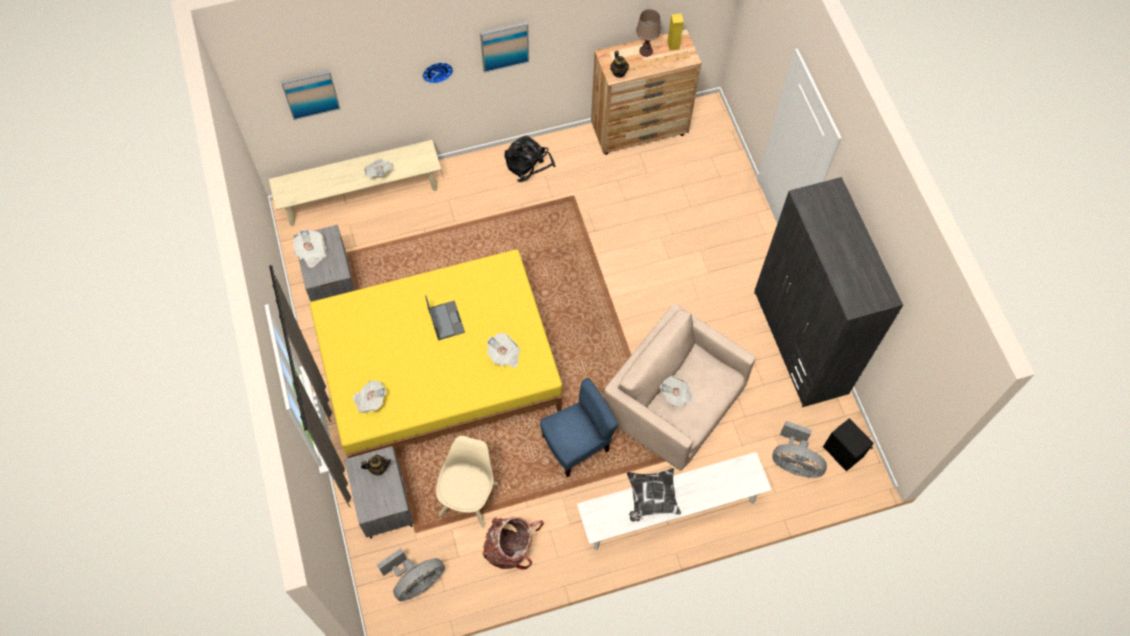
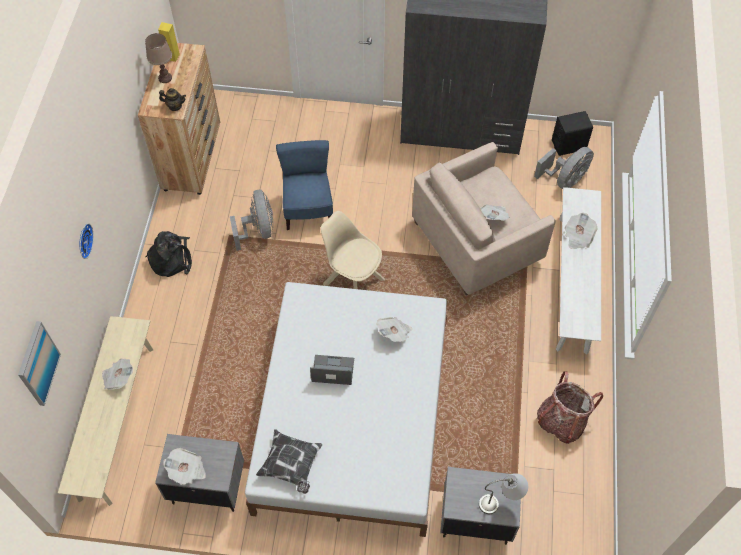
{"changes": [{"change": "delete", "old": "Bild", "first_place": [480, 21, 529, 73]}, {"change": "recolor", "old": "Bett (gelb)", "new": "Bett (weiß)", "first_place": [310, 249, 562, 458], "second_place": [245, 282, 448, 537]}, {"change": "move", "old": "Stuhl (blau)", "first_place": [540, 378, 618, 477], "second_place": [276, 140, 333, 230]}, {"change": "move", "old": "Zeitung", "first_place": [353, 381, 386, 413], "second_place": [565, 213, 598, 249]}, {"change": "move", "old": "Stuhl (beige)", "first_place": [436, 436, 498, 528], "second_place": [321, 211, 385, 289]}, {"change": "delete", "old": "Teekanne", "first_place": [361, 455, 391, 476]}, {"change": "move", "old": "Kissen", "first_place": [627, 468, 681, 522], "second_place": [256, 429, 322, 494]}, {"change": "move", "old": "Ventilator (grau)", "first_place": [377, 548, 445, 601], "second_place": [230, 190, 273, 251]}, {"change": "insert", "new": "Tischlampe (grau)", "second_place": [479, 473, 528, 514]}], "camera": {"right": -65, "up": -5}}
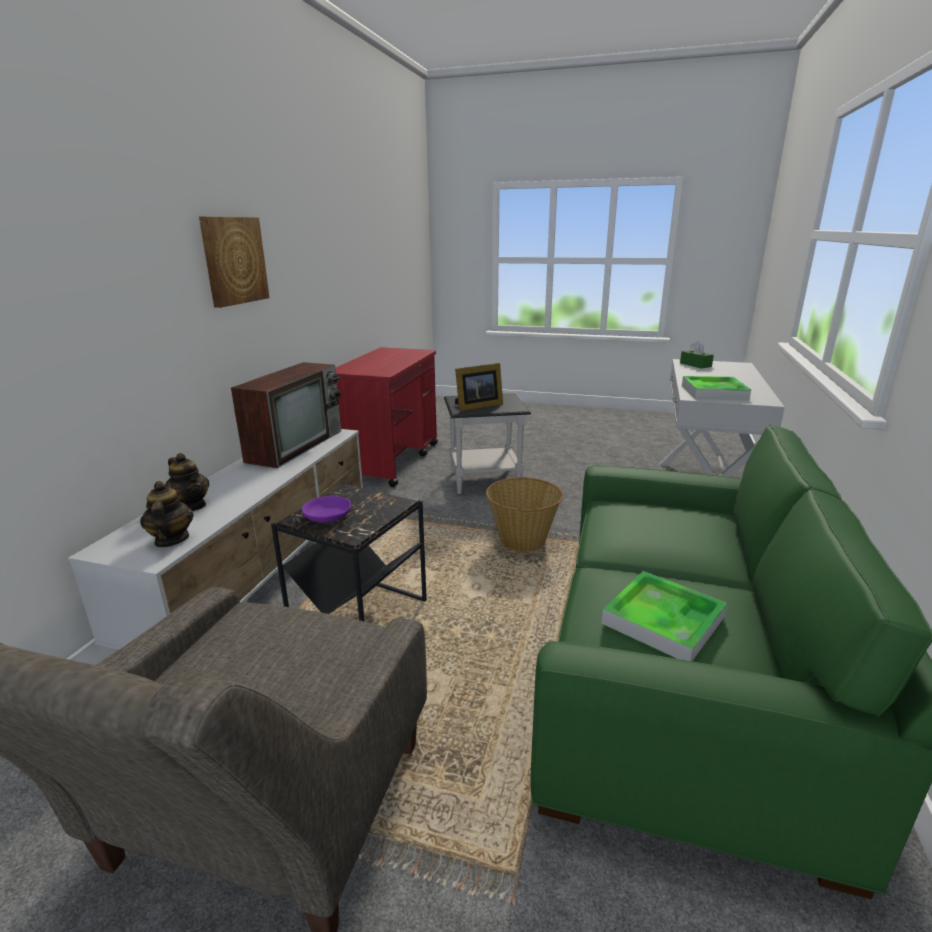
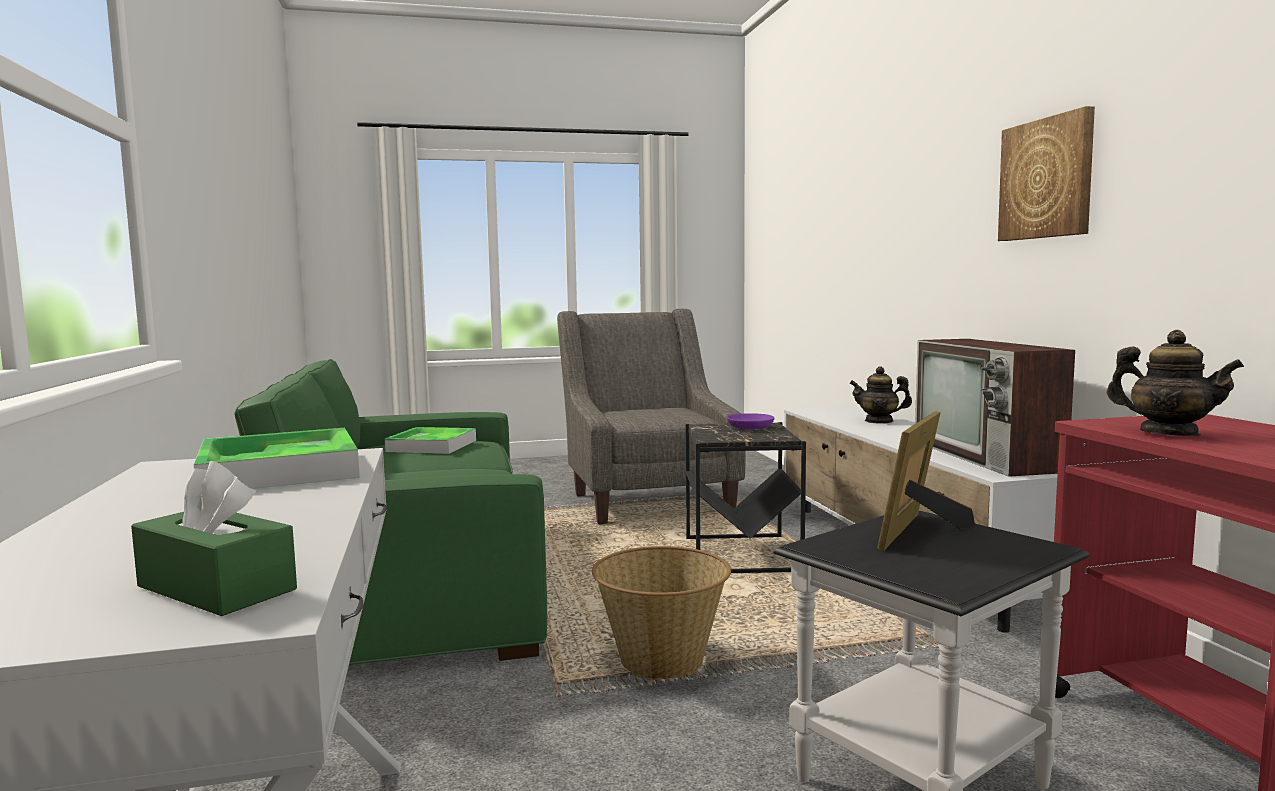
{"changes": [{"change": "move", "old": "Teekanne", "first_place": [140, 481, 194, 547], "second_place": [1107, 330, 1244, 436]}], "camera": {"right": 150, "up": -15}}
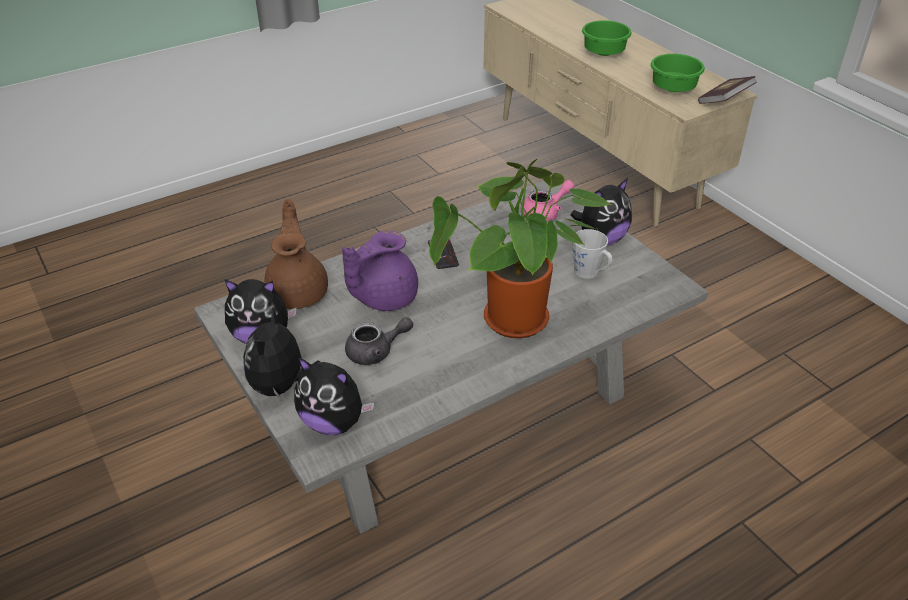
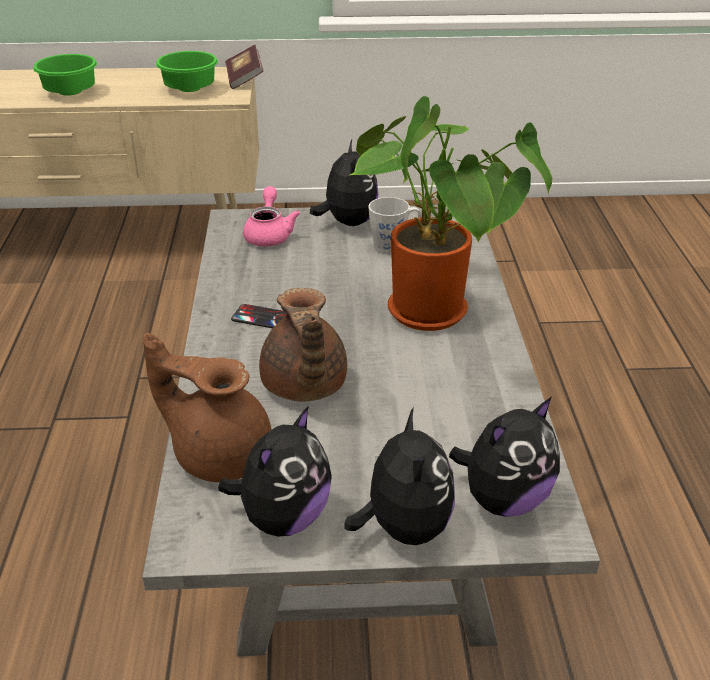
{"changes": [{"change": "recolor", "old": "Teekanne (lila)", "new": "Teekanne (braun)", "first_place": [342, 231, 418, 311], "second_place": [259, 288, 347, 402]}, {"change": "rotate", "old": "Plüschtier", "first_place": [243, 308, 320, 401], "second_place": [344, 407, 455, 545], "degrees": -135}, {"change": "delete", "old": "Teekanne (grau)", "first_place": [345, 317, 413, 365]}], "camera": {"right": -60, "up": -5}}
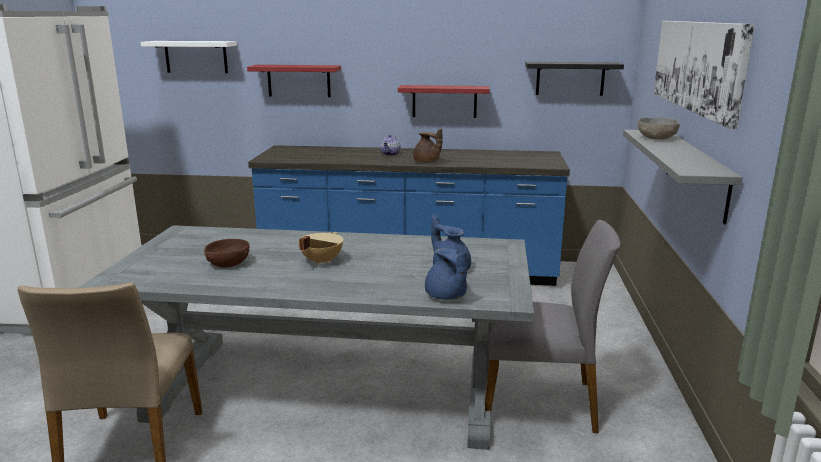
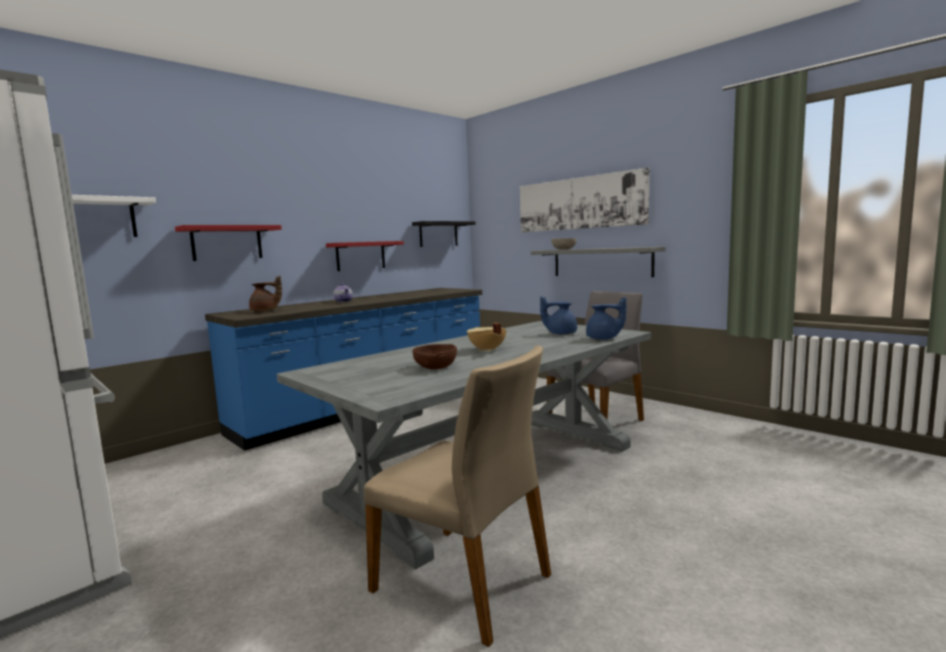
{"changes": [{"change": "move", "old": "Teekanne (braun)", "first_place": [413, 129, 443, 163], "second_place": [249, 276, 282, 312]}], "camera": {"right": -50, "up": -10}}
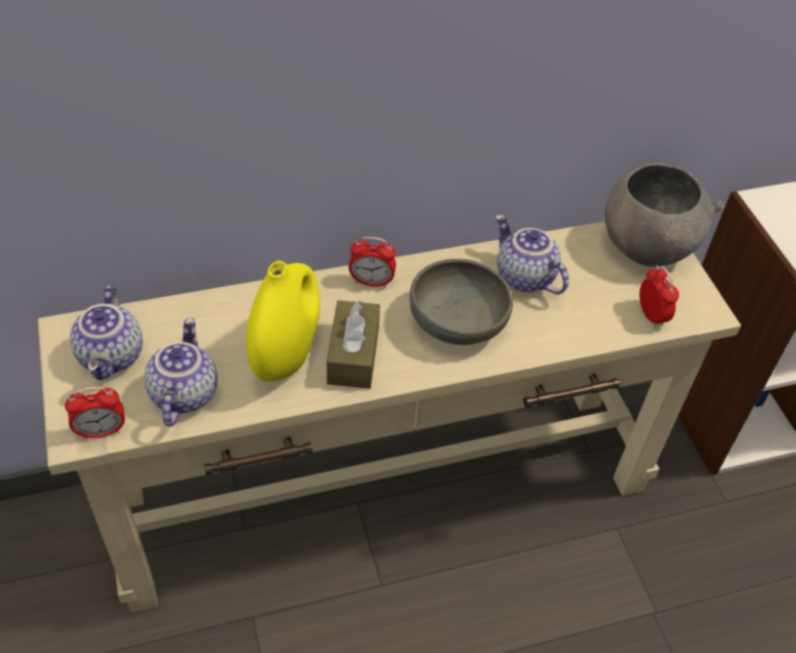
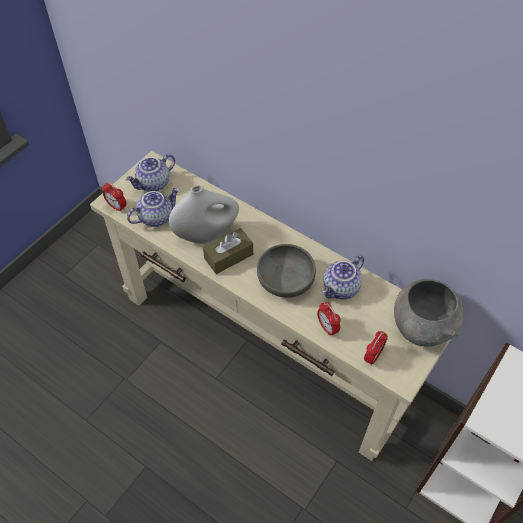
{"changes": [{"change": "rotate", "old": "Teekanne", "first_place": [496, 215, 569, 294], "second_place": [322, 255, 364, 299], "degrees": -150}, {"change": "move", "old": "Wecker", "first_place": [349, 237, 396, 288], "second_place": [317, 302, 341, 336]}, {"change": "recolor", "old": "Vase (gelb)", "new": "Vase (weiß)", "first_place": [246, 261, 320, 382], "second_place": [169, 185, 239, 244]}], "camera": {"right": 55, "up": 5}}
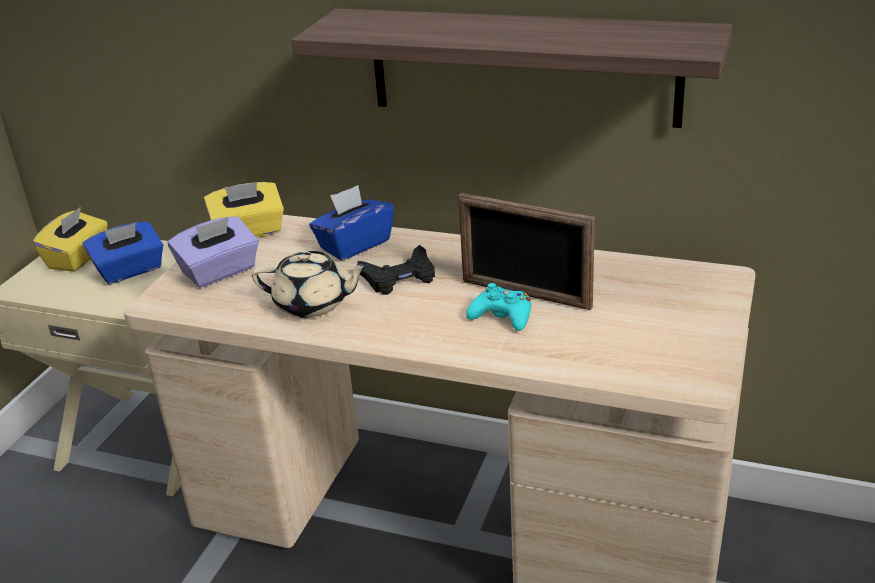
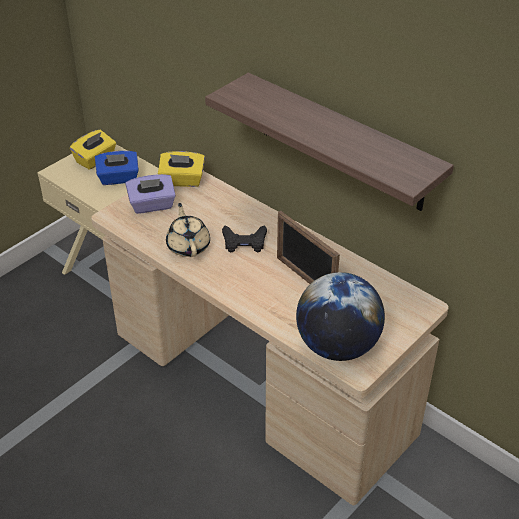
{"changes": [{"change": "delete", "old": "Taschentuchbox (blau)", "first_place": [310, 185, 394, 260]}, {"change": "rotate", "old": "Teekanne (beige)", "first_place": [252, 251, 370, 318], "second_place": [166, 203, 210, 257], "degrees": -135}, {"change": "delete", "old": "Gamepad (türkis)", "first_place": [466, 283, 531, 331]}, {"change": "insert", "new": "Globus", "second_place": [296, 272, 385, 361]}], "camera": {"right": 20, "up": 10}}
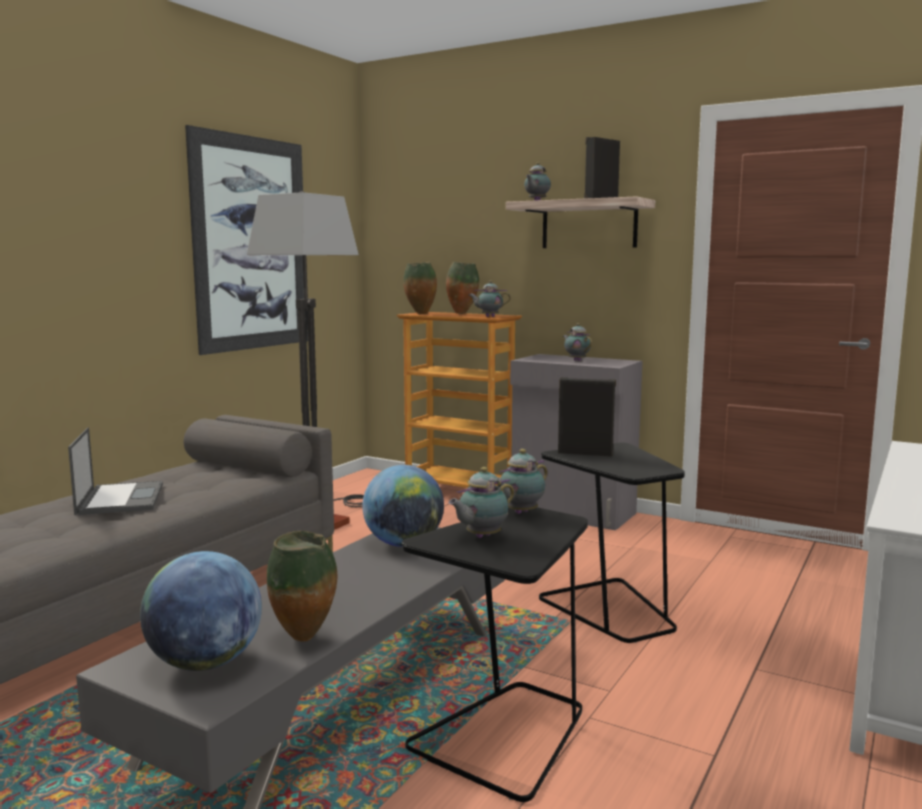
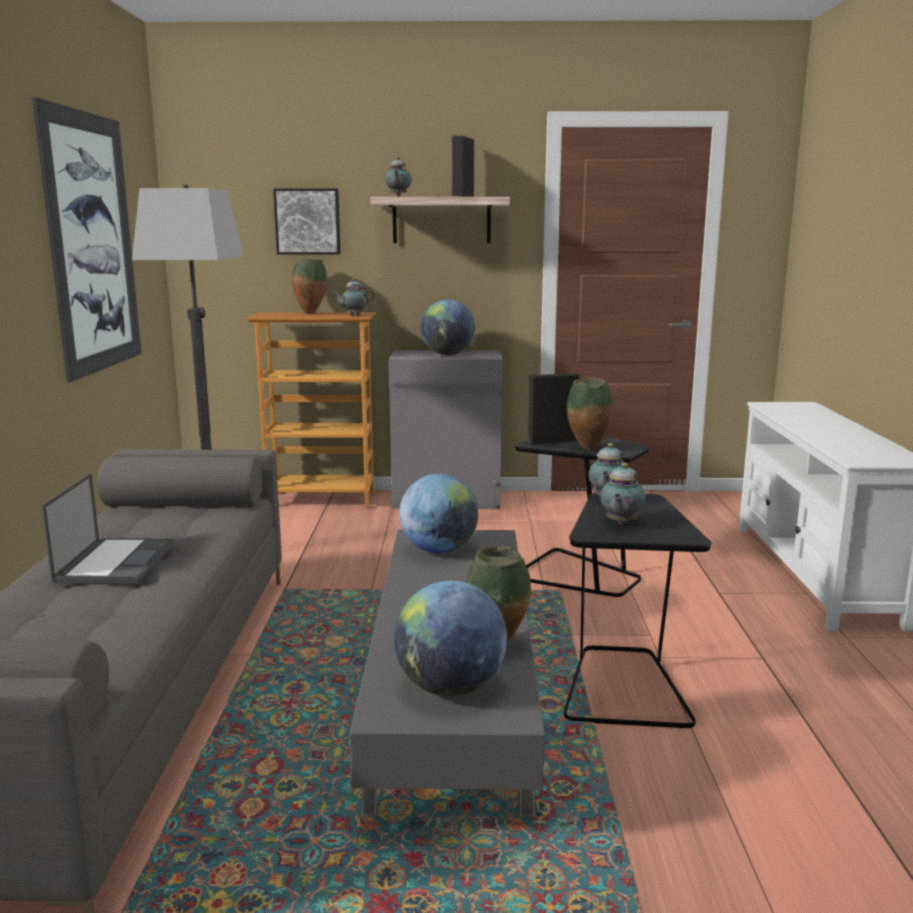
{"changes": [{"change": "move", "old": "Vase", "first_place": [403, 262, 437, 314], "second_place": [567, 378, 614, 451]}, {"change": "replace", "old": "Teekanne", "new": "Globus", "first_place": [563, 323, 592, 361], "second_place": [420, 299, 475, 355]}, {"change": "rotate", "old": "Laptop", "first_place": [68, 427, 163, 515], "second_place": [41, 473, 174, 584], "degrees": 45}, {"change": "insert", "new": "Bild", "second_place": [273, 188, 341, 254]}], "camera": {"right": -30, "up": 5}}
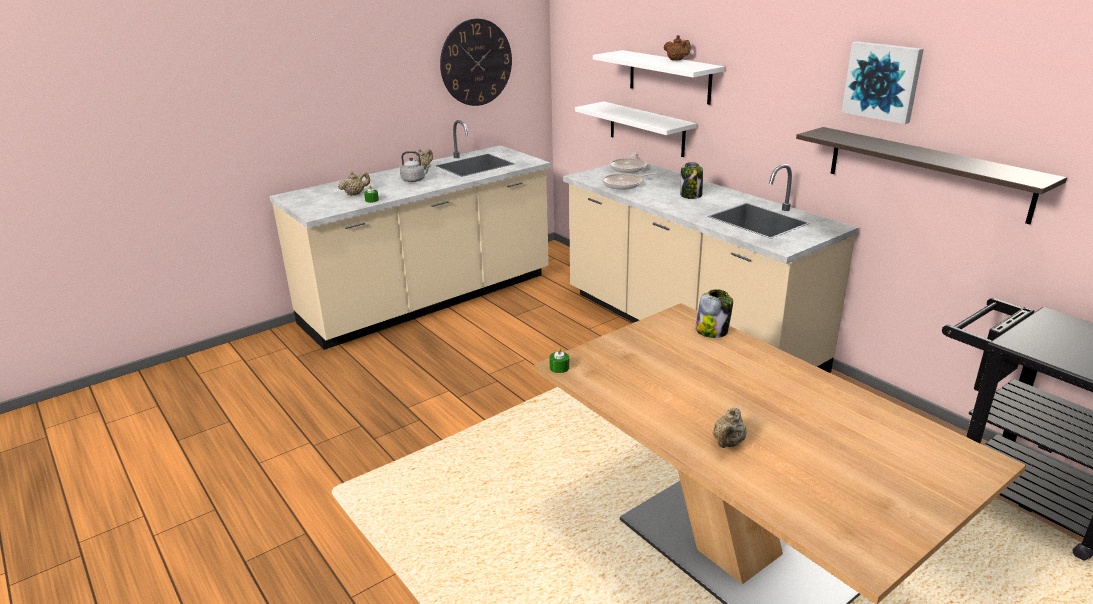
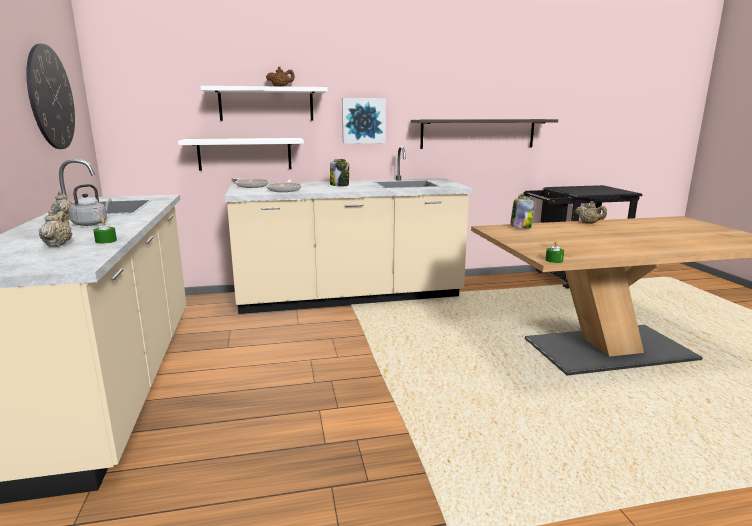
{"changes": [{"change": "move", "old": "Bild", "first_place": [842, 41, 924, 124], "second_place": [342, 98, 386, 144]}, {"change": "move", "old": "Teekanne (beige)", "first_place": [713, 407, 747, 448], "second_place": [575, 201, 607, 224]}], "camera": {"right": -65, "up": -10}}
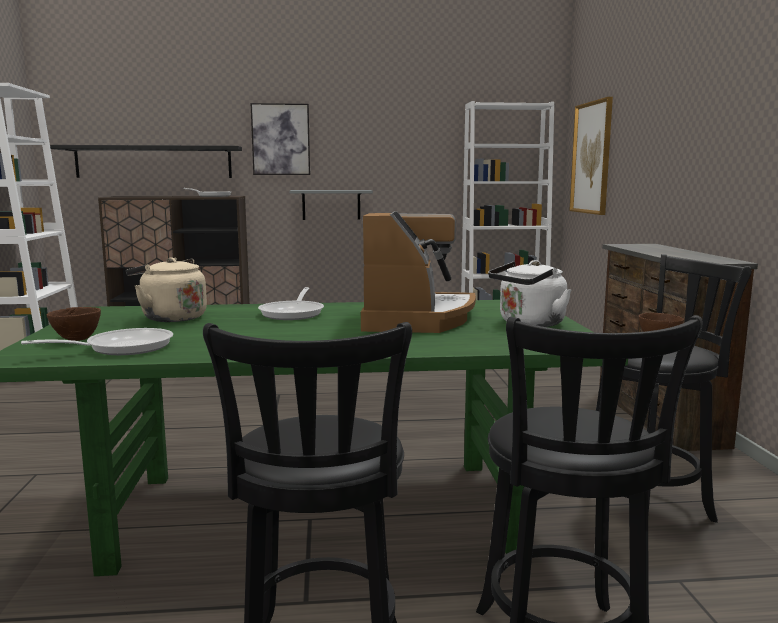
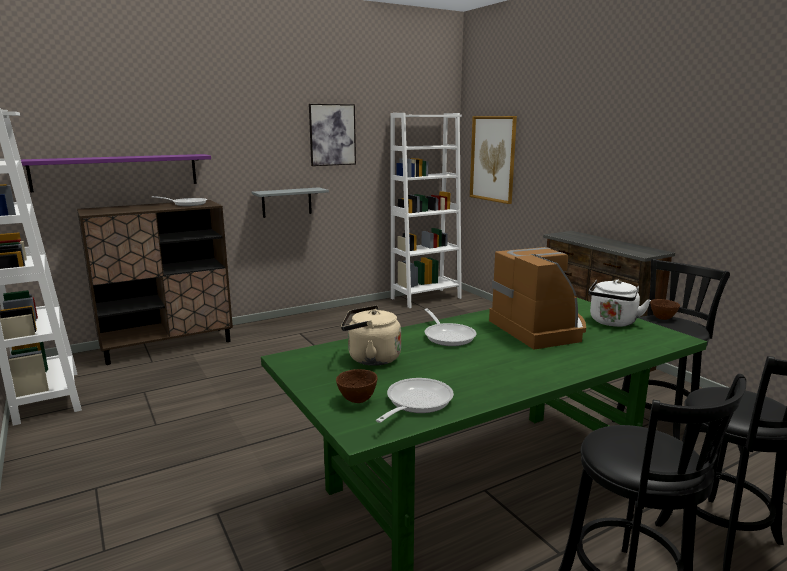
{"changes": [{"change": "move", "old": "Bild", "first_place": [250, 103, 310, 175], "second_place": [309, 104, 356, 166]}, {"change": "recolor", "old": "Wandregal (schwarz)", "new": "Wandregal (lila)", "first_place": [50, 145, 242, 178], "second_place": [21, 154, 211, 192]}], "camera": {"right": -25, "up": 5}}
